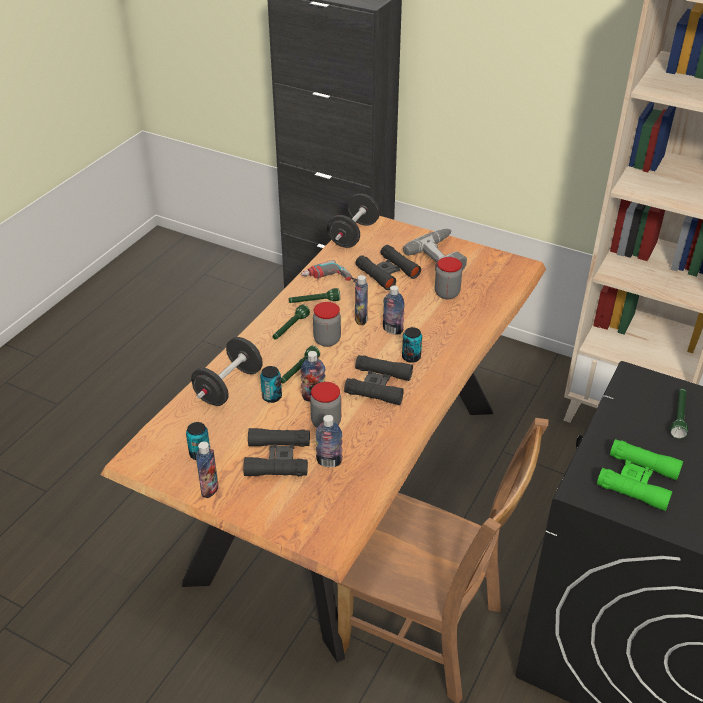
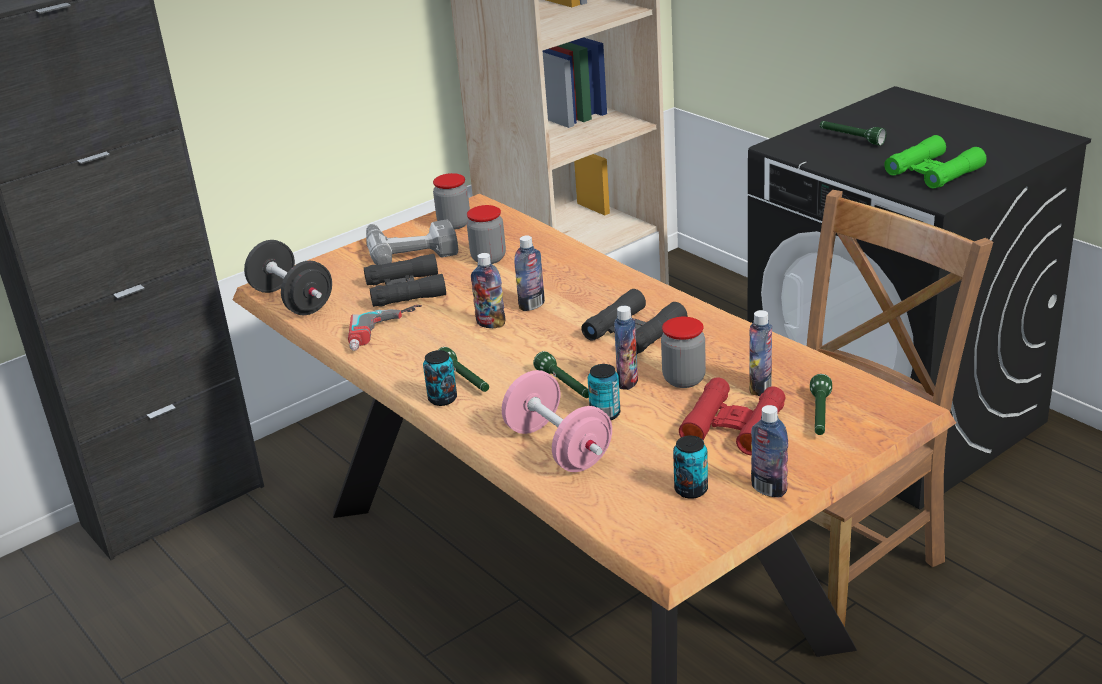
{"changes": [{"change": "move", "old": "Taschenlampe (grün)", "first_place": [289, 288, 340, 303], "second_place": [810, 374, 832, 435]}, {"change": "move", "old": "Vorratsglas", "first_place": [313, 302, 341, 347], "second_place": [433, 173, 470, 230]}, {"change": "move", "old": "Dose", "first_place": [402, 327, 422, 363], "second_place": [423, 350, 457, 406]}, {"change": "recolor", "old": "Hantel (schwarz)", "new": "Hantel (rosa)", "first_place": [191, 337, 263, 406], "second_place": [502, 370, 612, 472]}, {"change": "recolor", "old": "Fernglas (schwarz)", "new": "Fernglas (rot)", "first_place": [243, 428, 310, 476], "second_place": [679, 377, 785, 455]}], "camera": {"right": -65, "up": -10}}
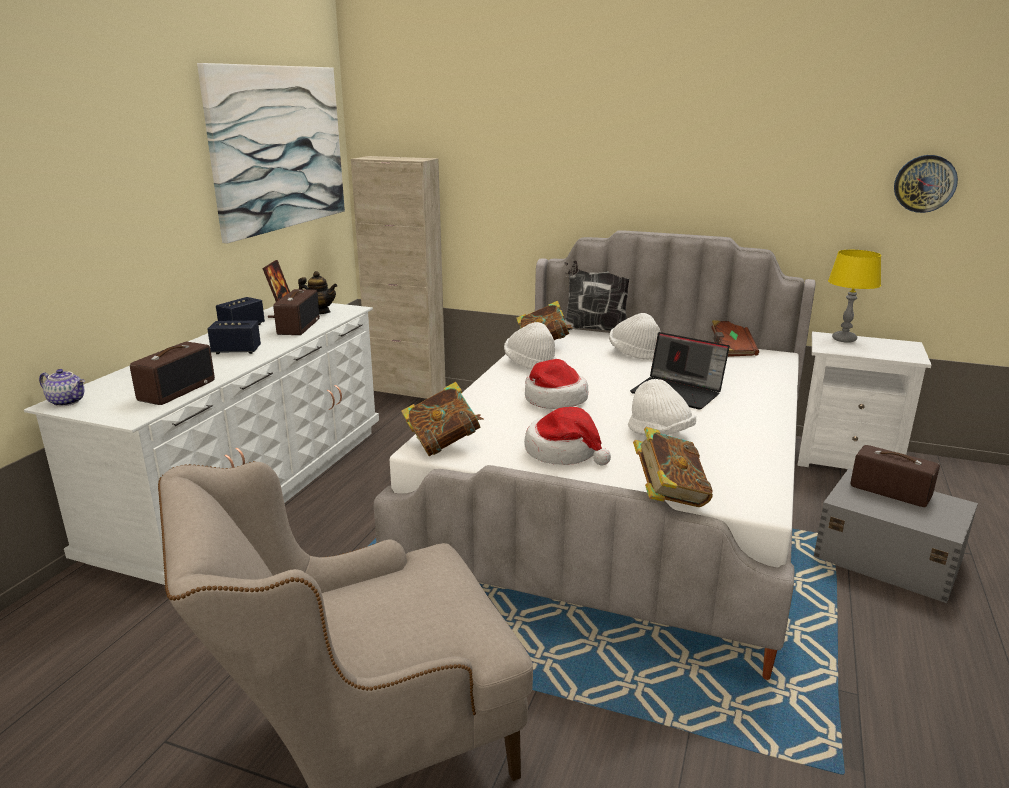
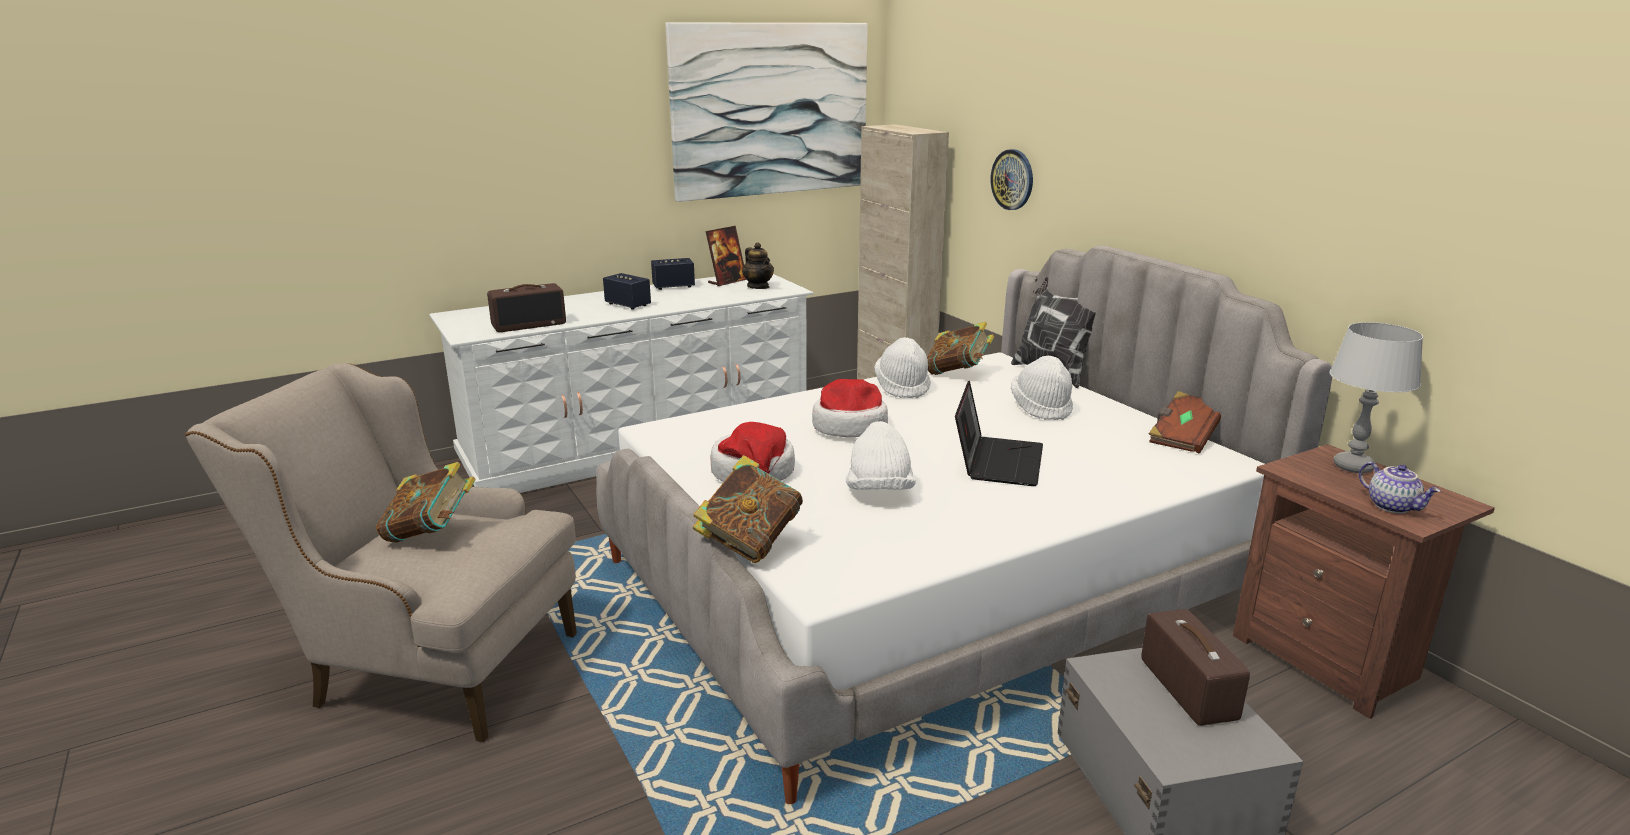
{"changes": [{"change": "move", "old": "Wanduhr", "first_place": [894, 155, 958, 213], "second_place": [991, 149, 1033, 210]}, {"change": "recolor", "old": "Tischlampe (gelb)", "new": "Tischlampe (grau)", "first_place": [828, 250, 881, 343], "second_place": [1329, 322, 1423, 473]}, {"change": "delete", "old": "Radio", "first_place": [273, 289, 320, 335]}, {"change": "rotate", "old": "Laptop", "first_place": [630, 332, 730, 410], "second_place": [955, 380, 1043, 486], "degrees": -150}, {"change": "recolor", "old": "Nachttisch (weiß)", "new": "Nachttisch (braun)", "first_place": [797, 332, 931, 469], "second_place": [1233, 444, 1495, 719]}, {"change": "move", "old": "Teekanne", "first_place": [39, 369, 85, 406], "second_place": [1359, 462, 1441, 514]}, {"change": "move", "old": "Buch", "first_place": [401, 382, 484, 456], "second_place": [376, 462, 476, 543]}], "camera": {"right": 40, "up": 0}}
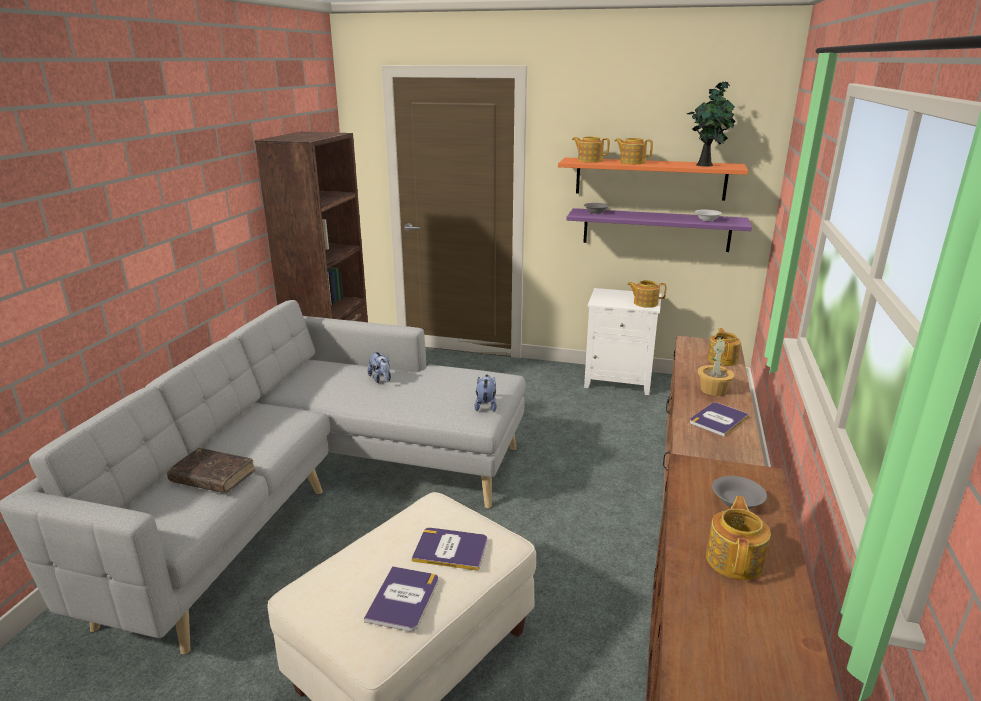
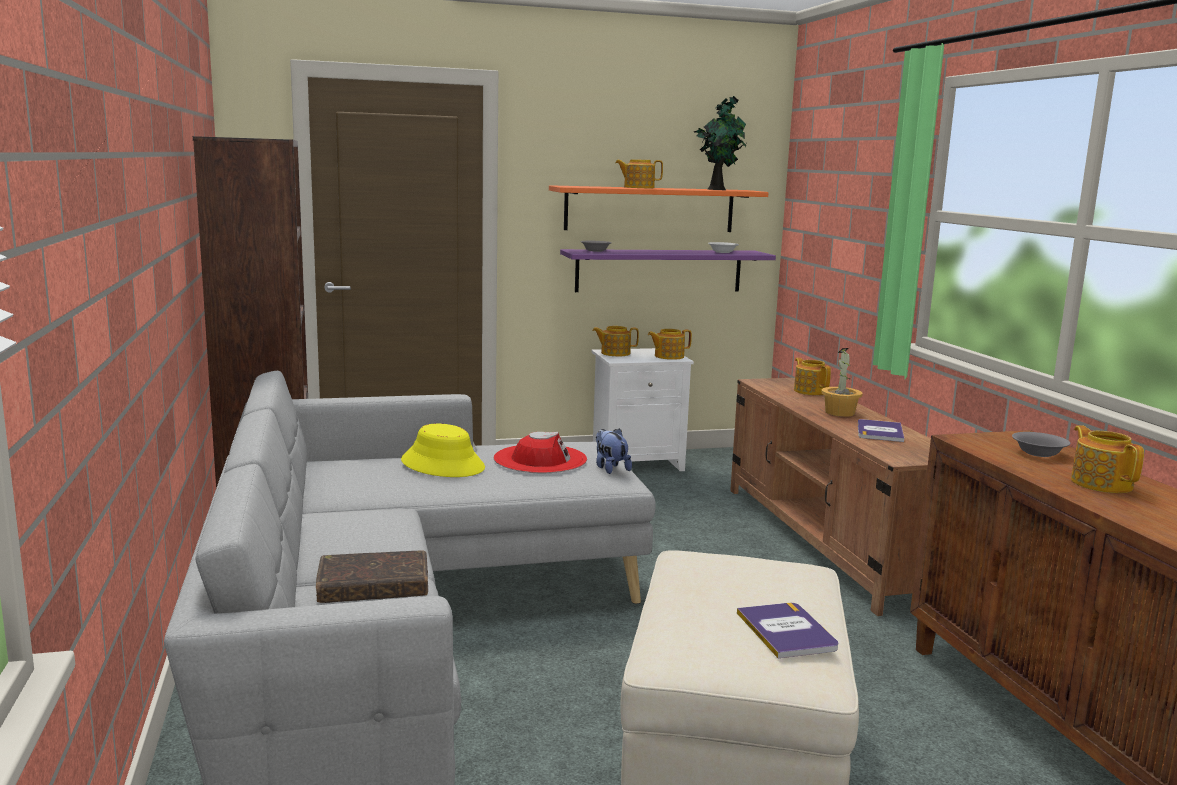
{"changes": [{"change": "move", "old": "Teekanne", "first_place": [572, 137, 610, 163], "second_place": [592, 326, 639, 356]}, {"change": "replace", "old": "Plüschtier", "new": "Hut (gelb)", "first_place": [367, 351, 391, 383], "second_place": [401, 424, 485, 477]}, {"change": "delete", "old": "Buch", "first_place": [412, 528, 487, 571]}, {"change": "insert", "new": "Hut (rot)", "second_place": [494, 432, 587, 473]}], "camera": {"right": -30, "up": -10}}
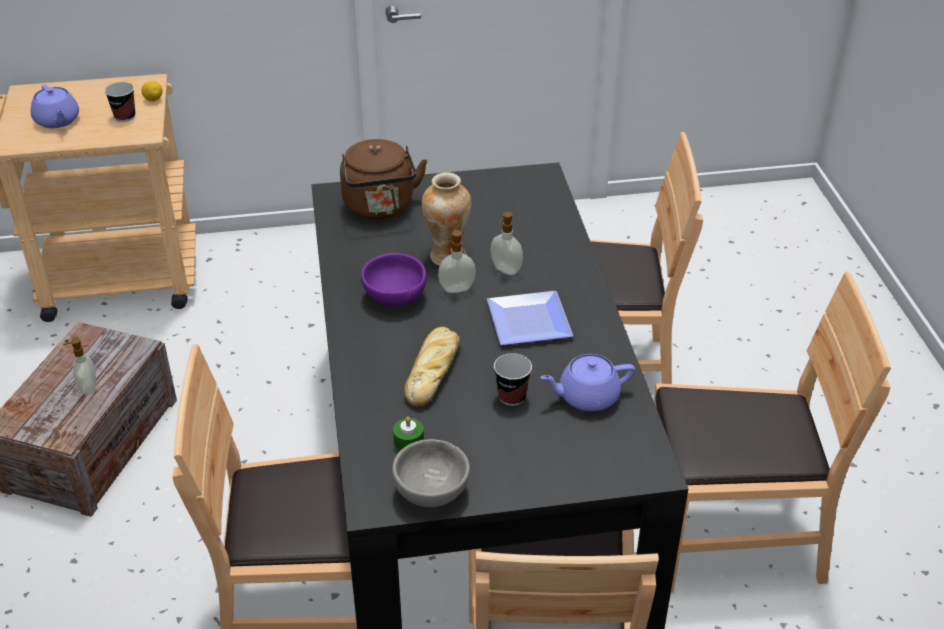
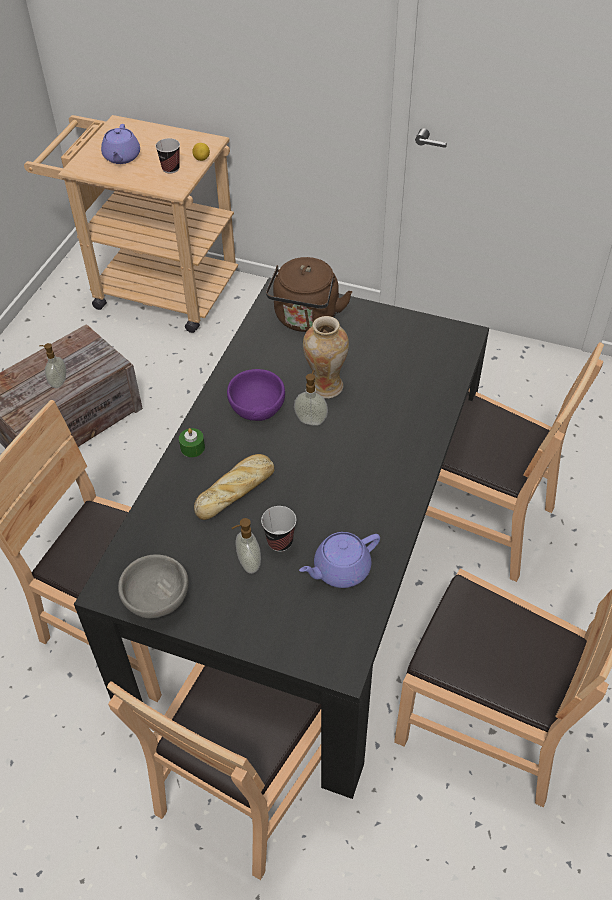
{"changes": [{"change": "move", "old": "Seifenspender", "first_place": [491, 212, 523, 275], "second_place": [232, 518, 261, 574]}, {"change": "delete", "old": "Teller", "first_place": [487, 291, 573, 345]}, {"change": "rotate", "old": "Teekanne (lila)", "first_place": [540, 354, 635, 411], "second_place": [299, 532, 380, 588], "degrees": -45}, {"change": "move", "old": "Kerze (grün)", "first_place": [393, 417, 424, 452], "second_place": [179, 428, 205, 457]}], "camera": {"right": 30, "up": 10}}
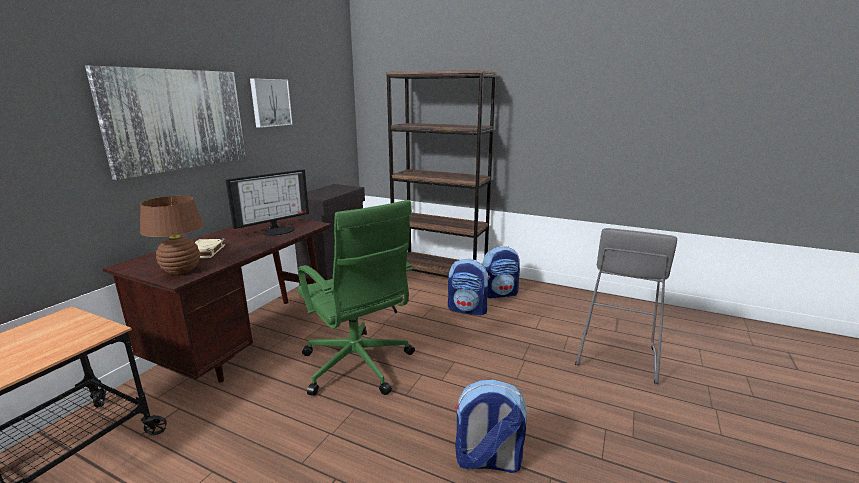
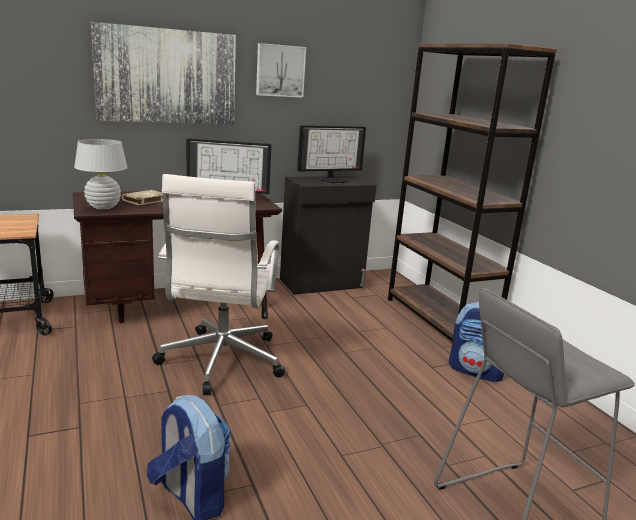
{"changes": [{"change": "recolor", "old": "Tischlampe (braun)", "new": "Tischlampe (weiß)", "first_place": [140, 196, 204, 275], "second_place": [74, 139, 128, 210]}, {"change": "recolor", "old": "Bürostuhl (grün)", "new": "Bürostuhl (weiß)", "first_place": [298, 200, 415, 396], "second_place": [152, 174, 285, 395]}, {"change": "delete", "old": "Rucksack", "first_place": [448, 259, 490, 316]}, {"change": "insert", "new": "Monitor", "second_place": [297, 125, 366, 183]}], "camera": {"right": 40, "up": 0}}
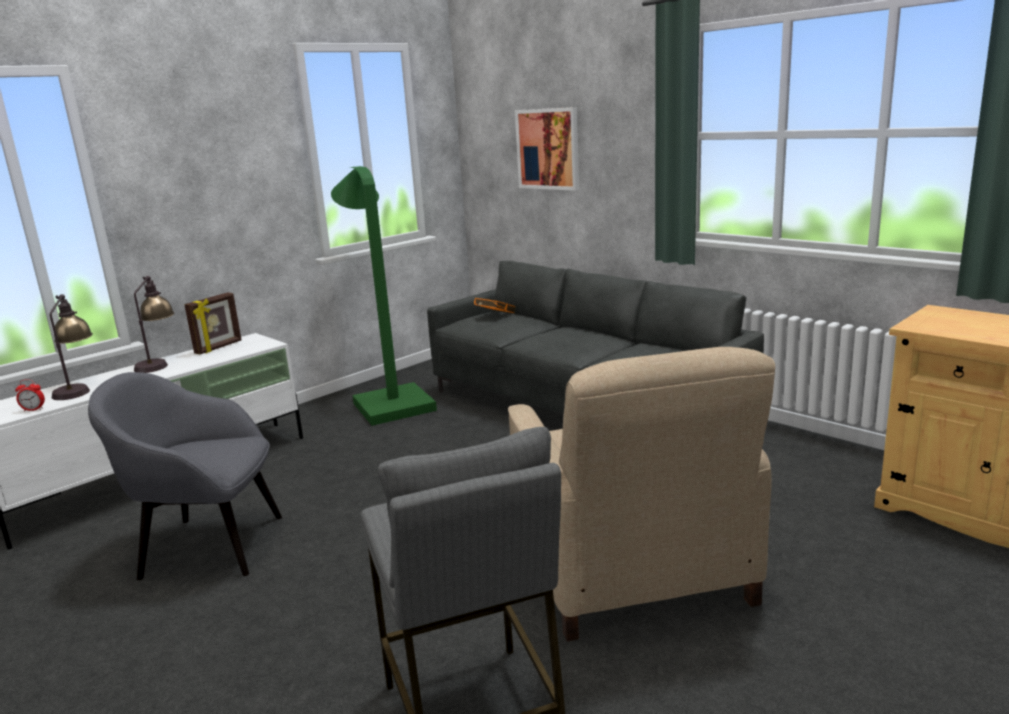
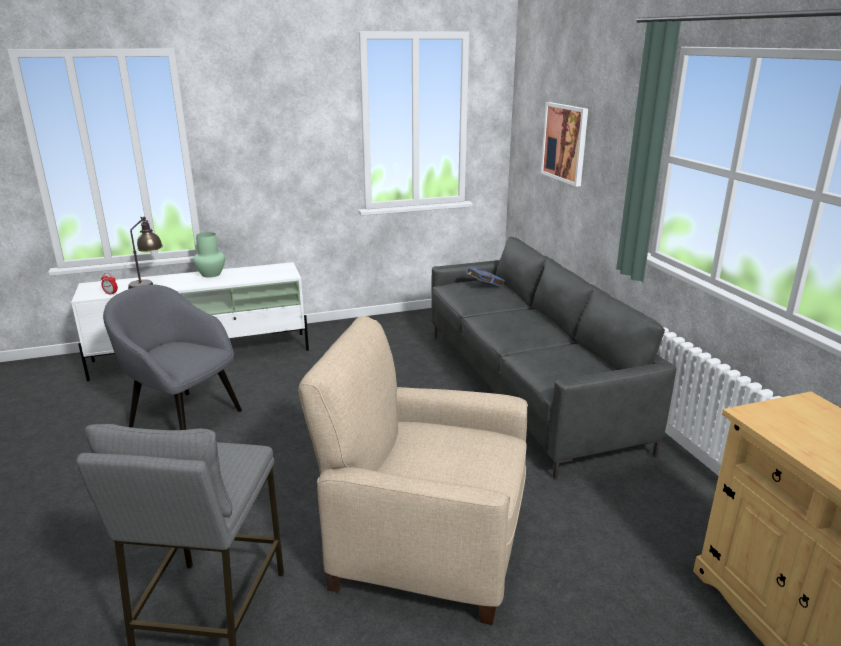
{"changes": [{"change": "delete", "old": "Stehlampe (grün)", "first_place": [331, 166, 437, 426]}, {"change": "replace", "old": "Tischlampe", "new": "Vase (grün)", "first_place": [134, 276, 174, 373], "second_place": [193, 232, 225, 277]}, {"change": "delete", "old": "Bilderrahmen", "first_place": [184, 292, 242, 354]}, {"change": "recolor", "old": "Buch (orange)", "new": "Buch (blau)", "first_place": [474, 298, 516, 313], "second_place": [466, 267, 505, 286]}, {"change": "rotate", "old": "Sessel (beige)", "first_place": [508, 347, 775, 641], "second_place": [298, 316, 528, 625], "degrees": 90}], "camera": {"right": 25, "up": 5}}
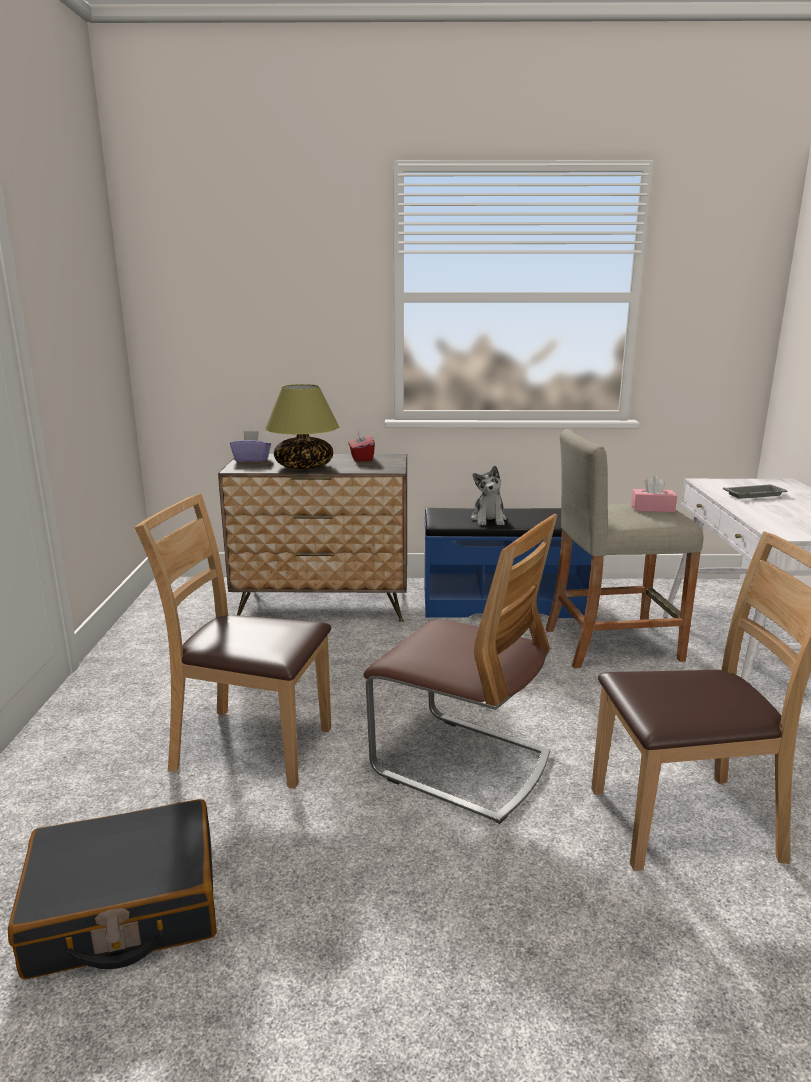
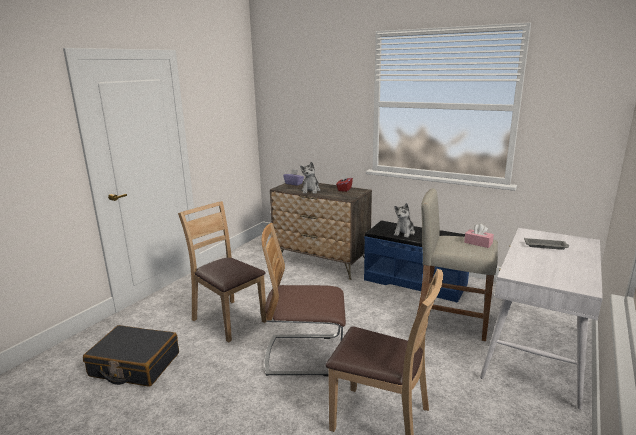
{"changes": [{"change": "replace", "old": "Tischlampe", "new": "Plüschtier", "first_place": [265, 384, 340, 469], "second_place": [300, 162, 320, 194]}, {"change": "rotate", "old": "Stuhl", "first_place": [363, 514, 557, 824], "second_place": [262, 223, 346, 376], "degrees": 120}], "camera": {"right": 30, "up": 0}}
